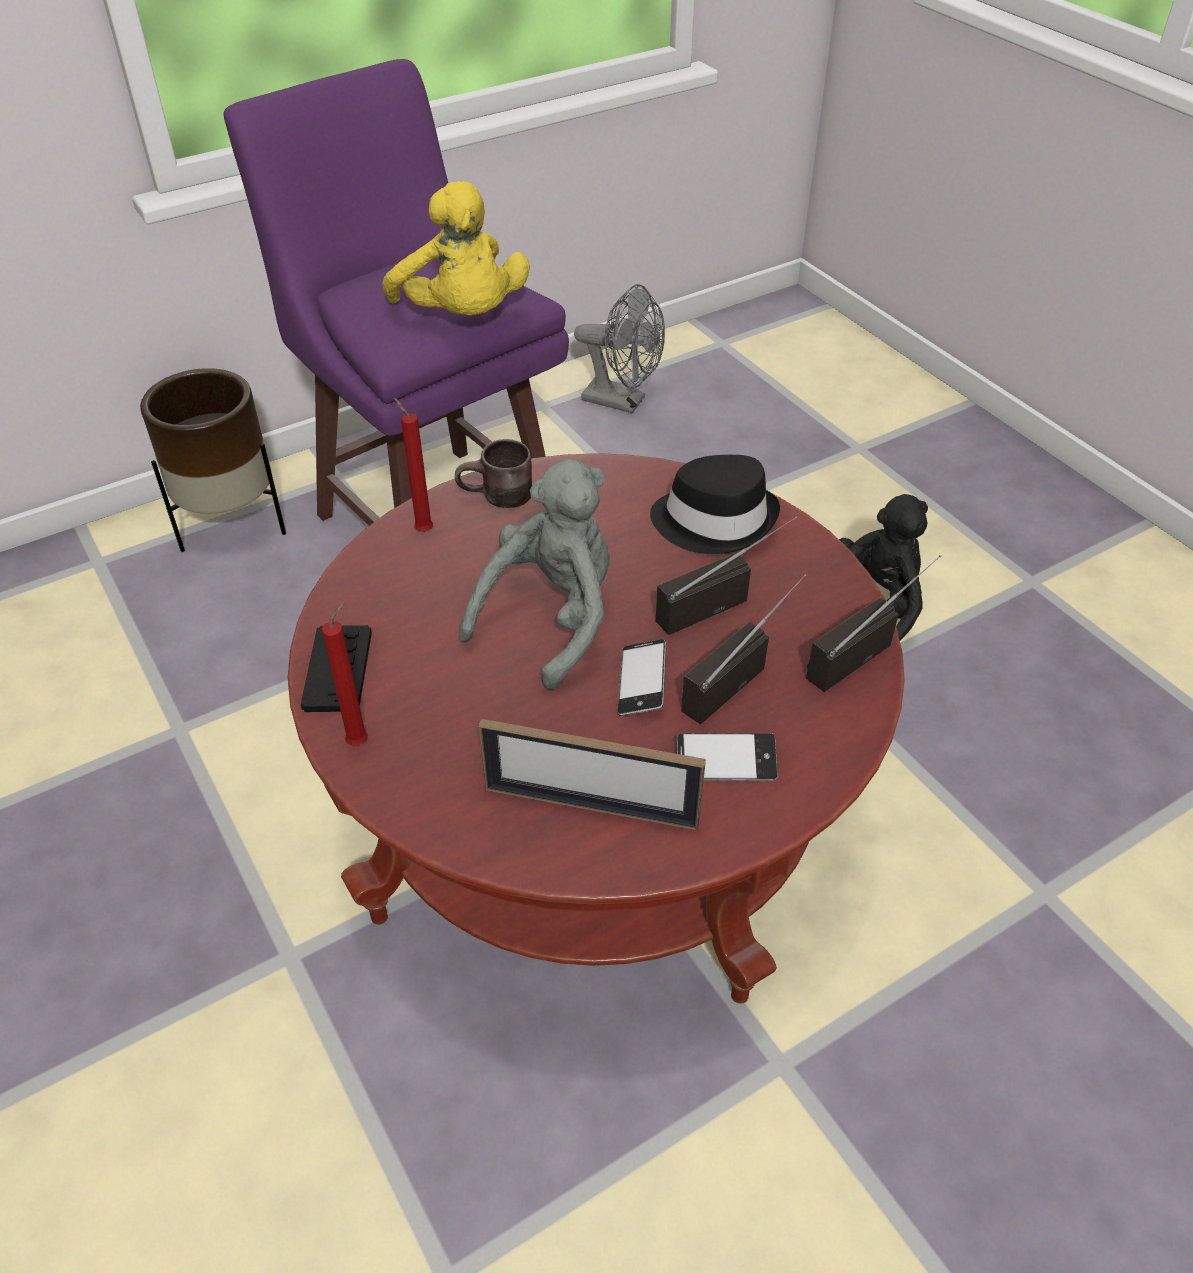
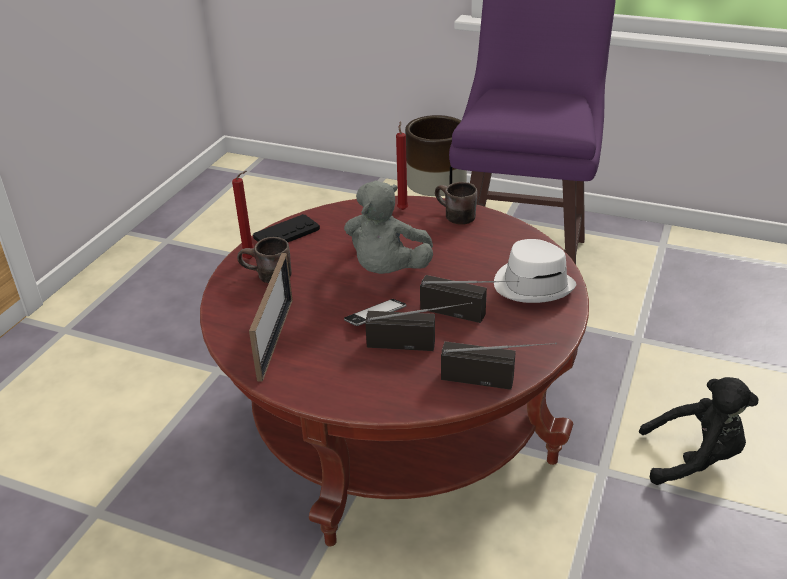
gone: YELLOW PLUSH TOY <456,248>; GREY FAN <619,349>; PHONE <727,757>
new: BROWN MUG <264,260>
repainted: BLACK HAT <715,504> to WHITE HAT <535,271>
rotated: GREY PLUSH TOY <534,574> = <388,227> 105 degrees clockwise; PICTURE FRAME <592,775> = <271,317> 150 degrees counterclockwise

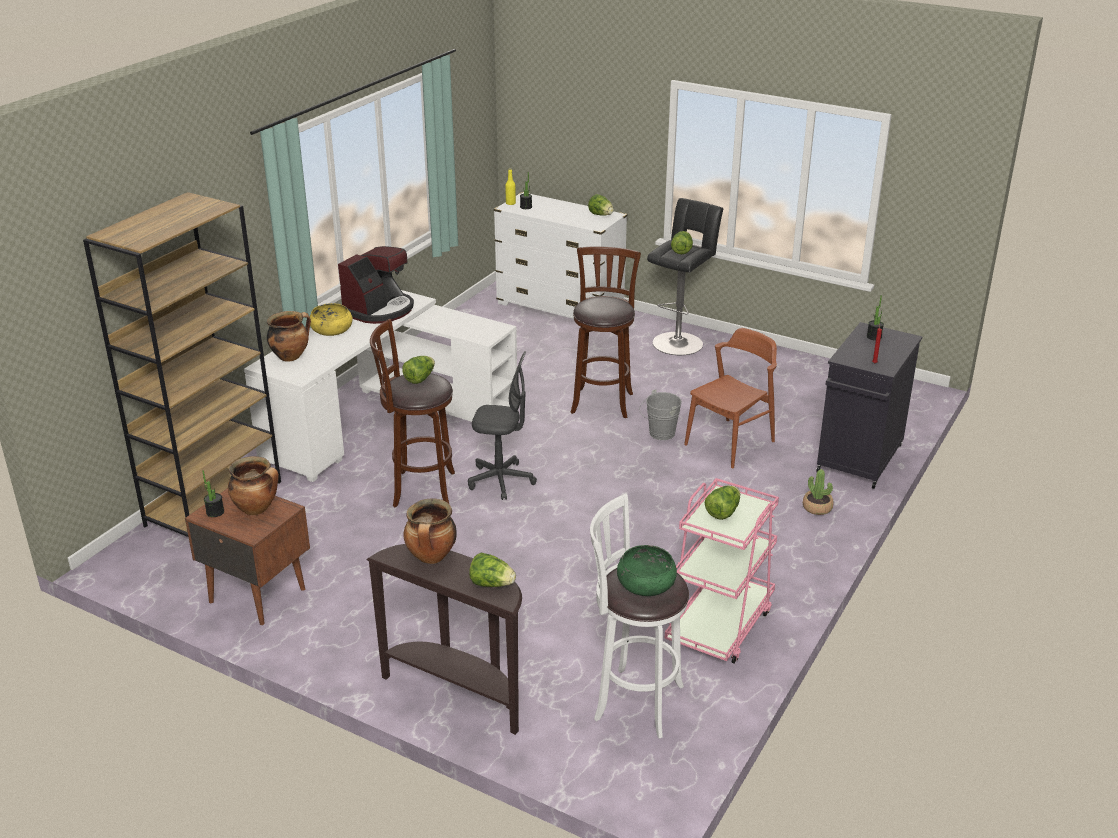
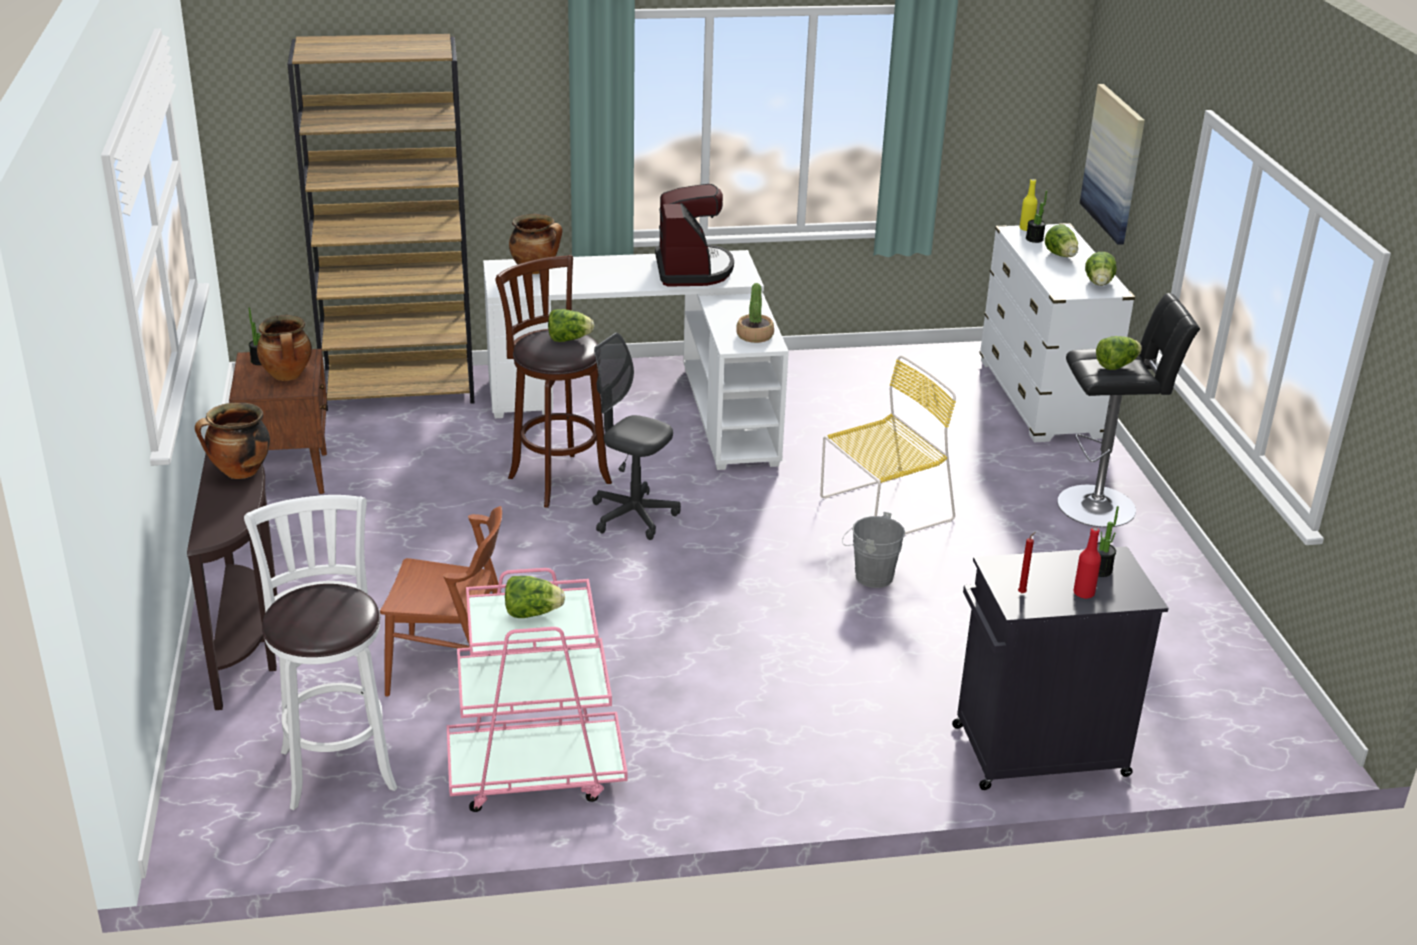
gone: YELLOW BOWL <331,319>; GREEN BOWL <647,570>
new: RED BOTTLE <1087,562>; PICTURE <1112,164>
shifted: LETTUCE <492,570> to <1061,240>; BROWN CHAIR <730,398> to <441,601>; POTTED PLANT <818,492> to <755,313>
swapped: BROWN STOOL <605,332> to YELLOW CHAIR <888,444>
rotated: COFFEE MACHINE <376,285> = <694,235> 90 degrees counterclockwise; GREY OFFICE CHAIR <502,425> = <636,436> 150 degrees clockwise

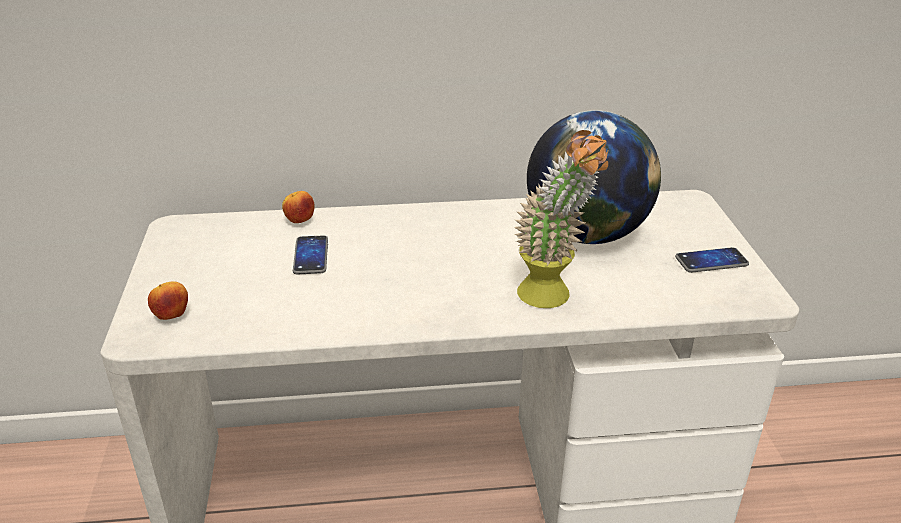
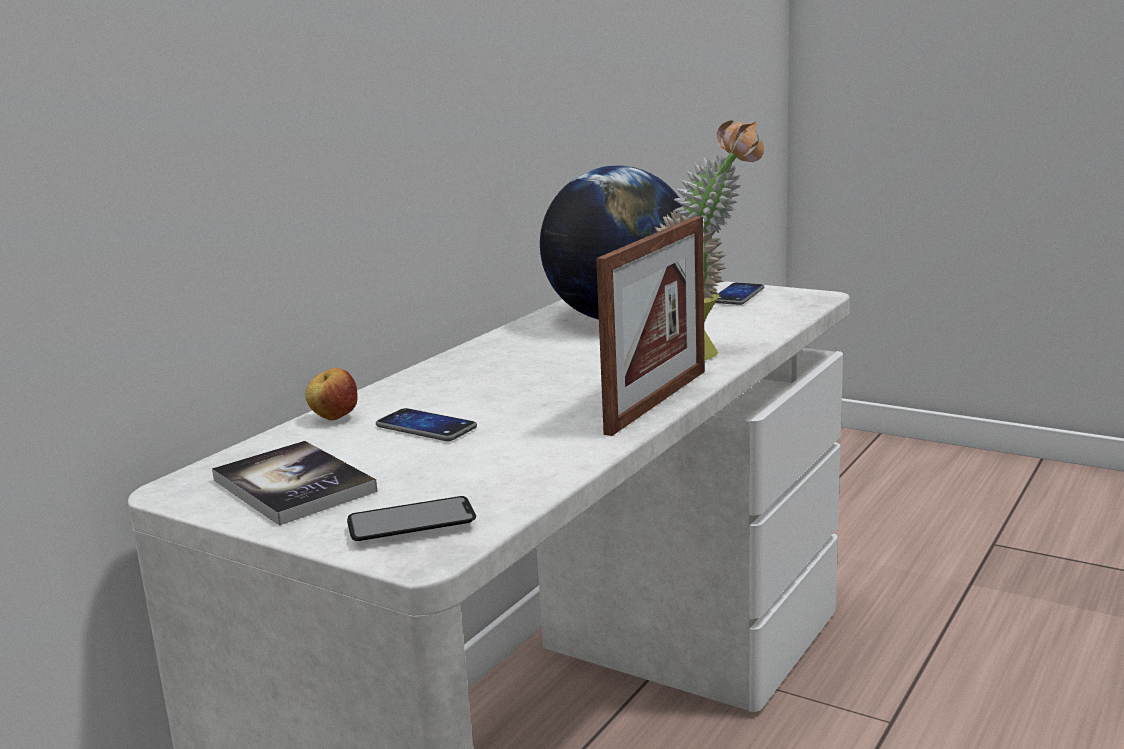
new: BOOK <295,483>; PICTURE FRAME <650,326>
swapped: APPLE <168,300> to PHONE <411,518>

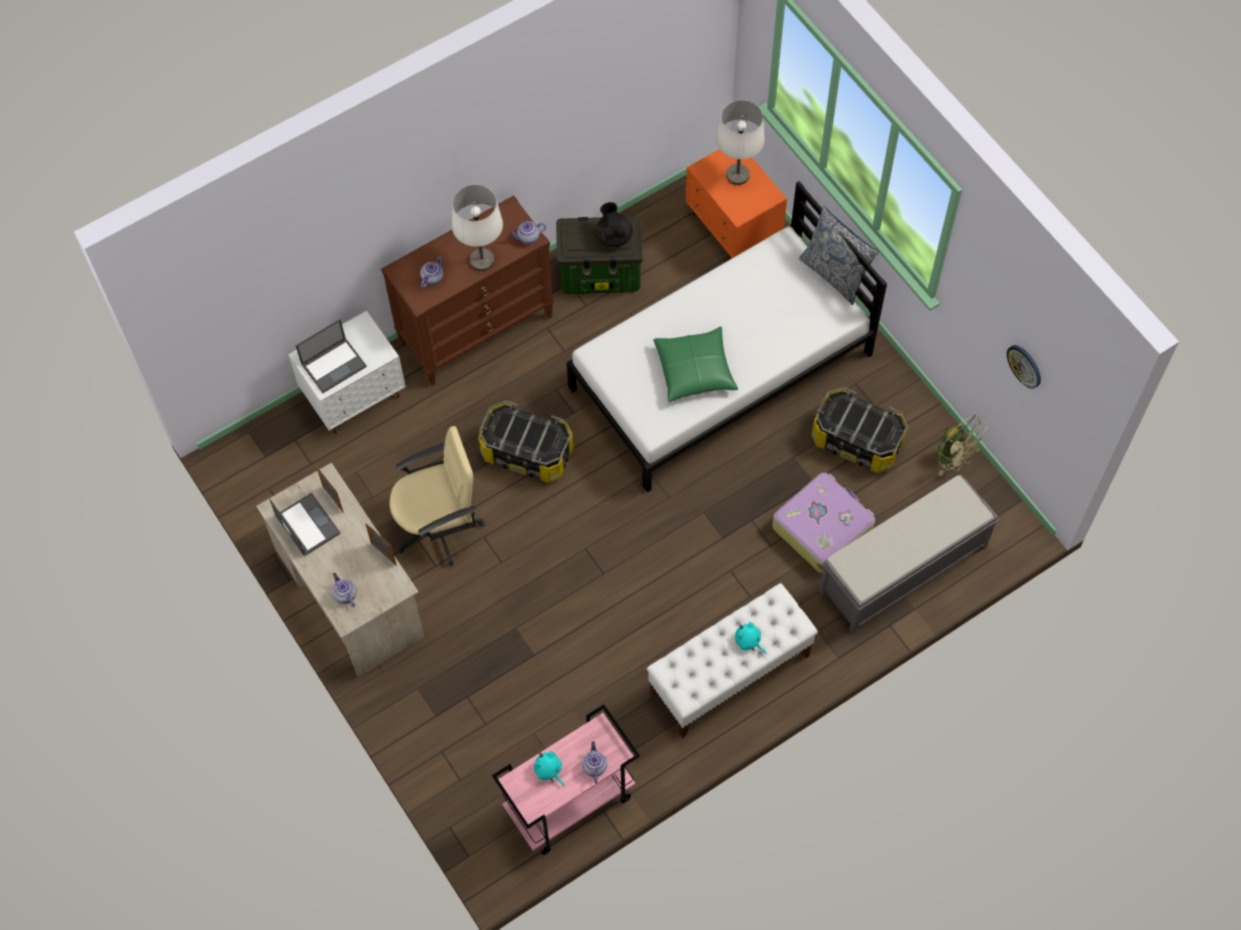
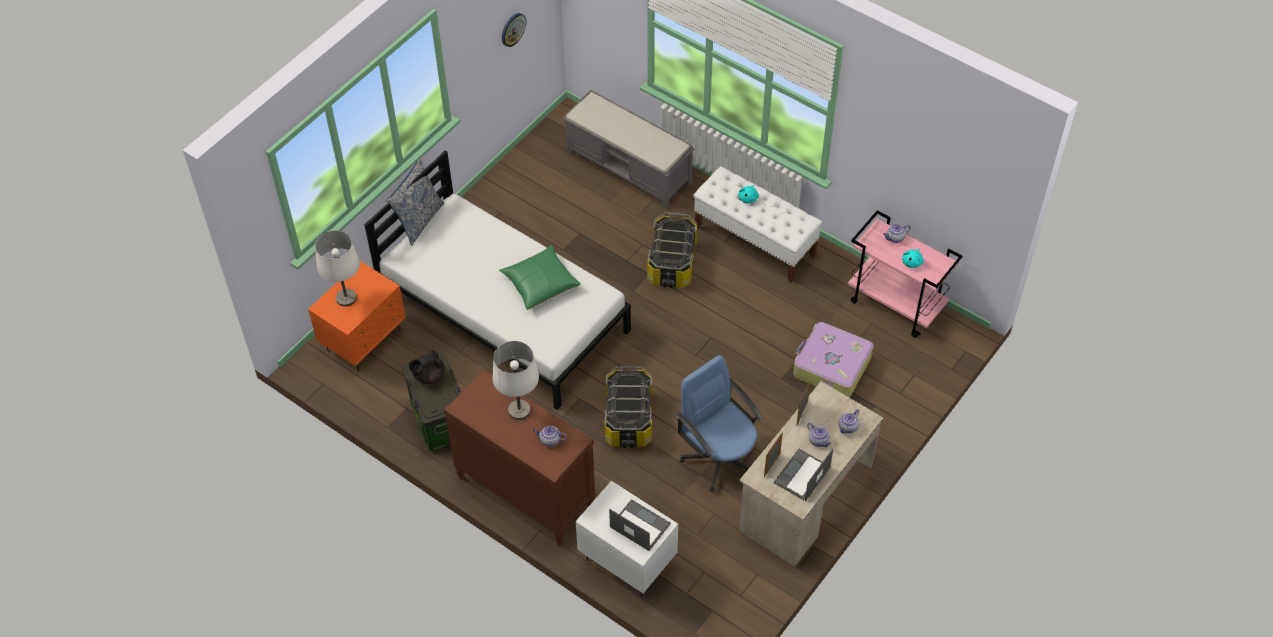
gone: GREEN FAN <961,445>
shifted: TEAPOT <528,232> to <819,435>; SUITCASE <823,523> to <833,359>; STORAGE BOX <860,430> to <672,250>
repainted: BEIGE OFFICE CHAIR <437,496> to BLUE OFFICE CHAIR <719,423>

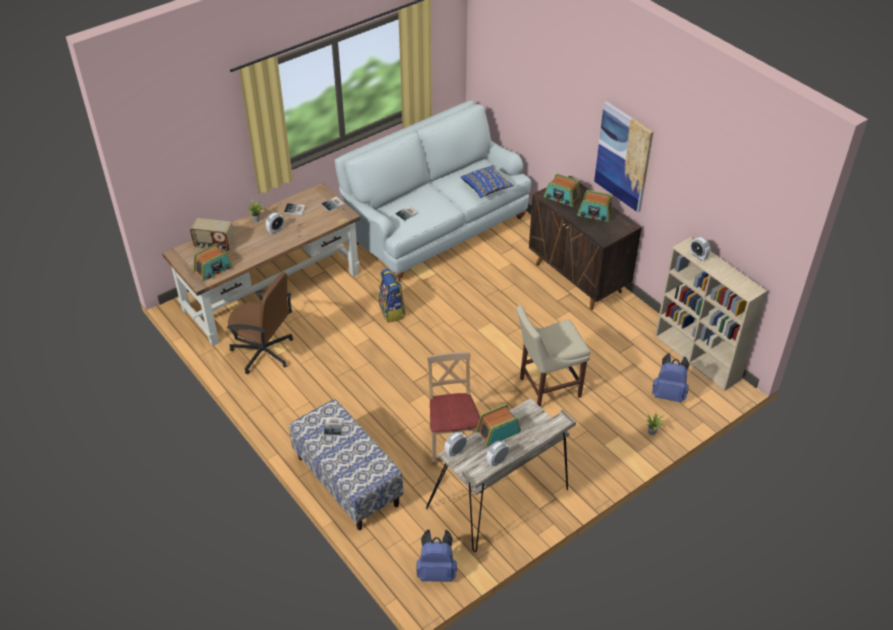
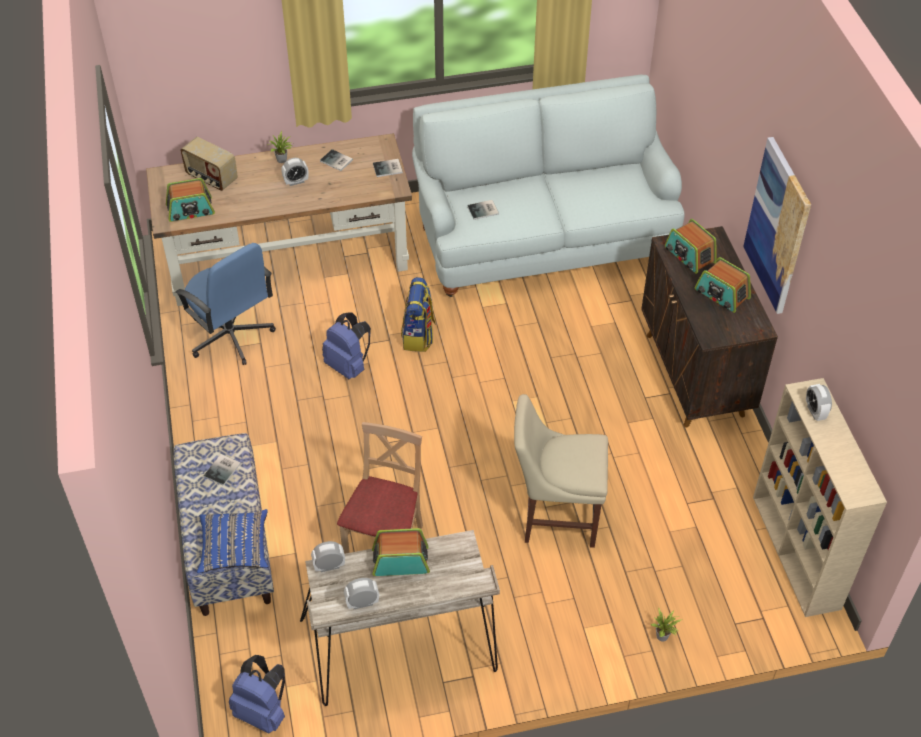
shifted: BLUE PILLOW <487,181> to <232,541>; BLUE BACKPACK <670,377> to <346,345>
repainted: BROWN OFFICE CHAIR <260,323> to BLUE OFFICE CHAIR <225,304>

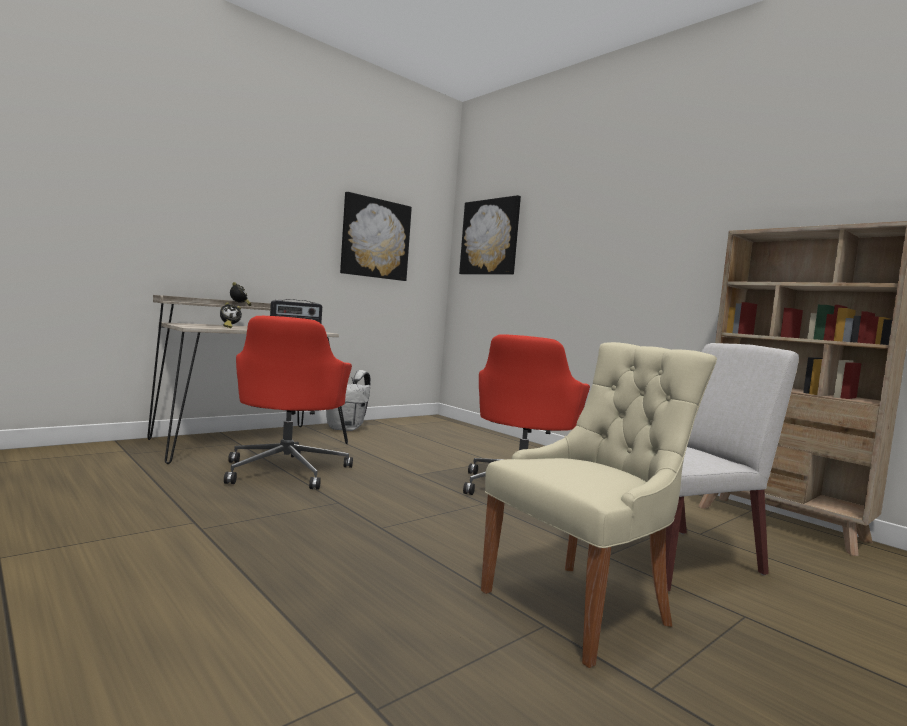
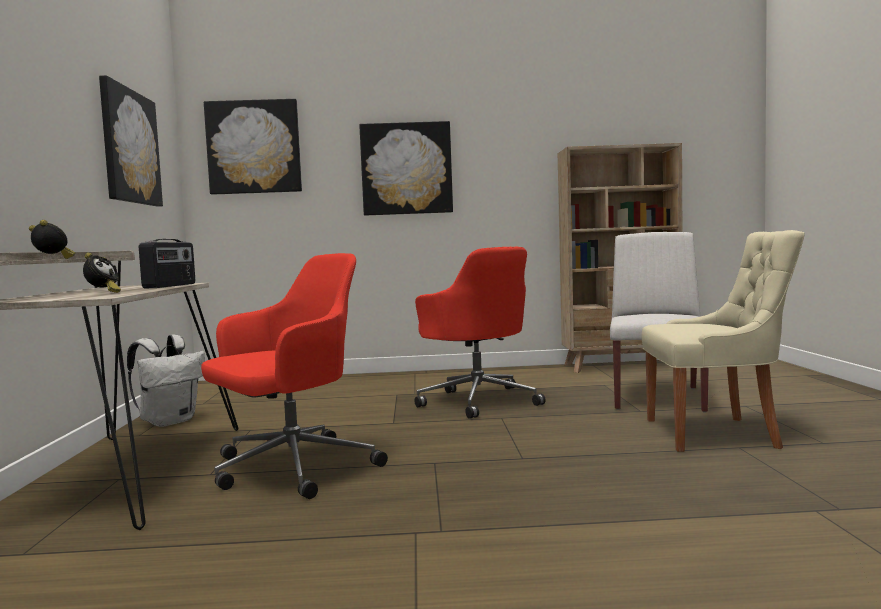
new: PICTURE <406,168>
rotated: RED OFFICE CHAIR <288,402> = <294,376> 75 degrees counterclockwise; BEIGE CHAIR <599,505> = <723,341> 90 degrees clockwise

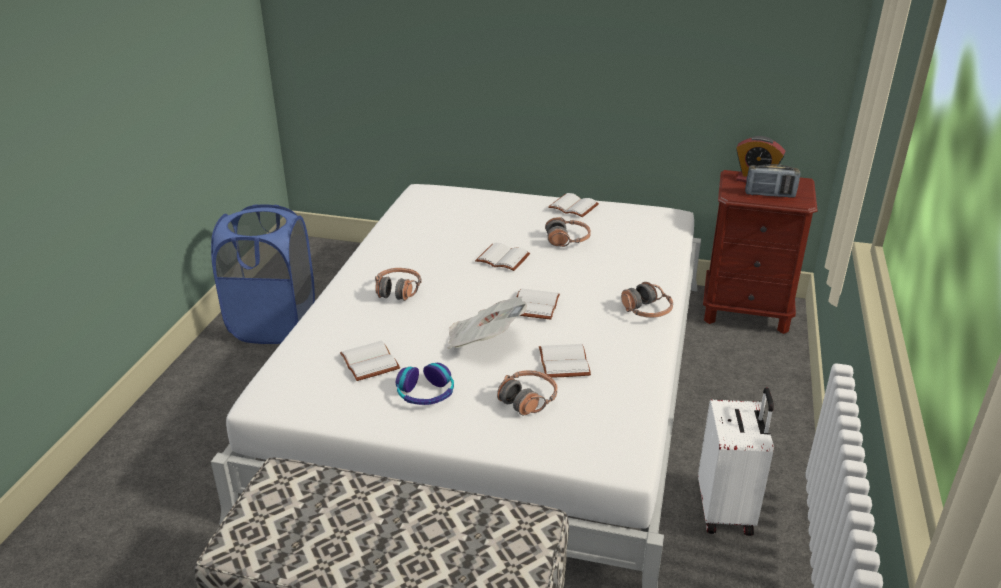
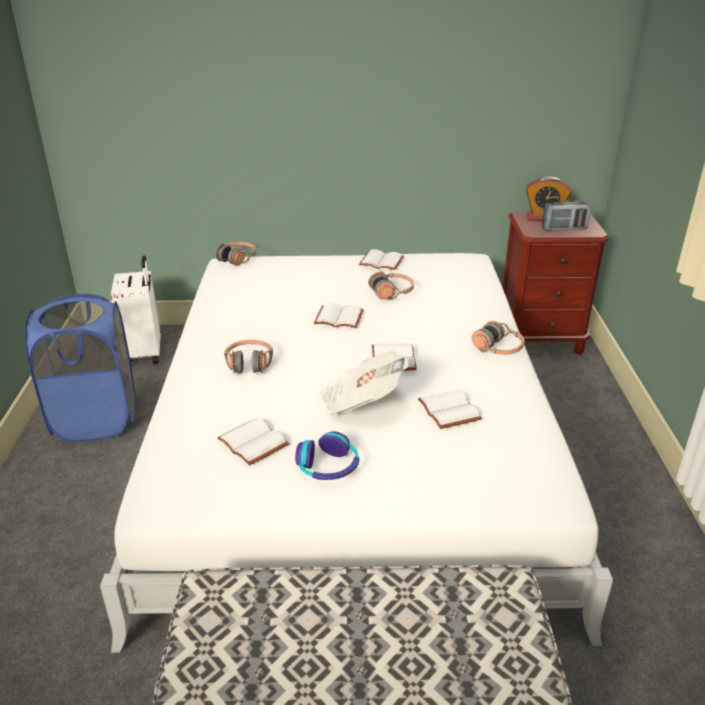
shifted: HEADPHONES <527,392> to <236,254>; WHITE SUITCASE <736,462> to <136,310>

